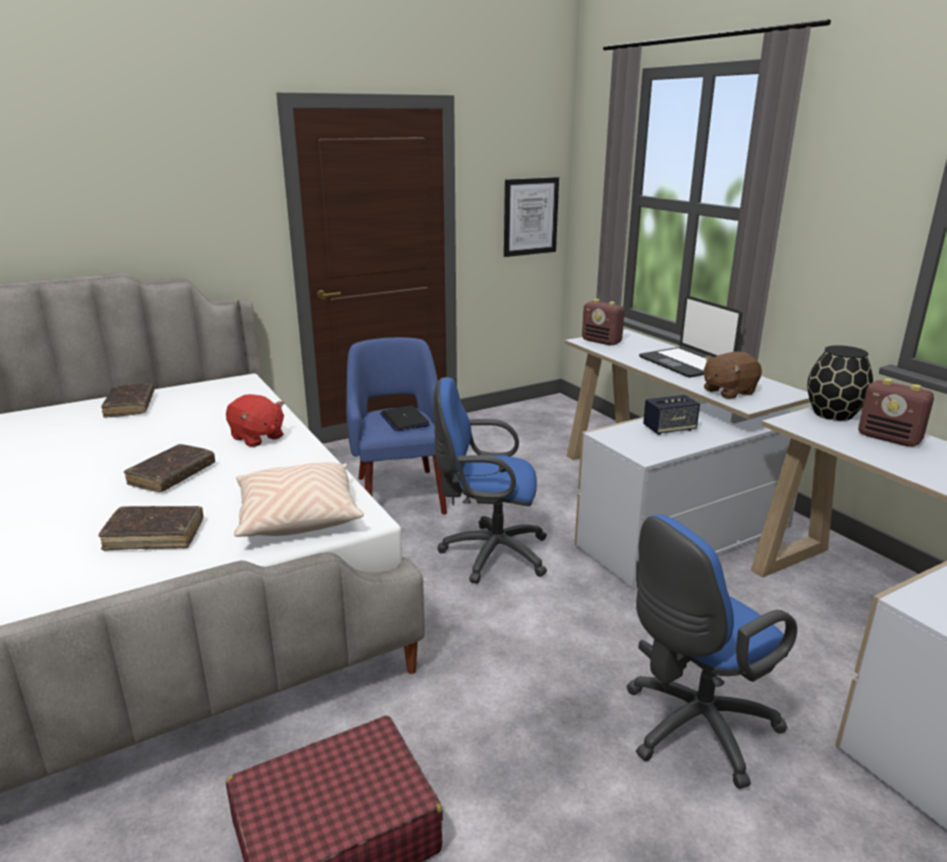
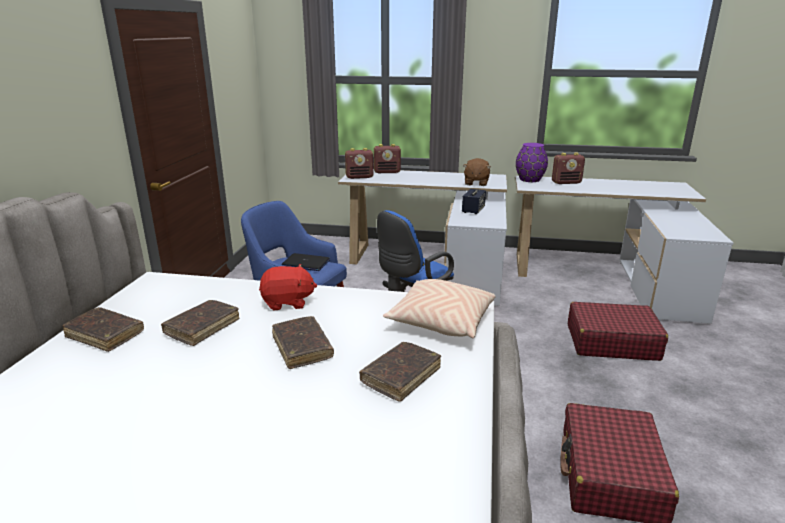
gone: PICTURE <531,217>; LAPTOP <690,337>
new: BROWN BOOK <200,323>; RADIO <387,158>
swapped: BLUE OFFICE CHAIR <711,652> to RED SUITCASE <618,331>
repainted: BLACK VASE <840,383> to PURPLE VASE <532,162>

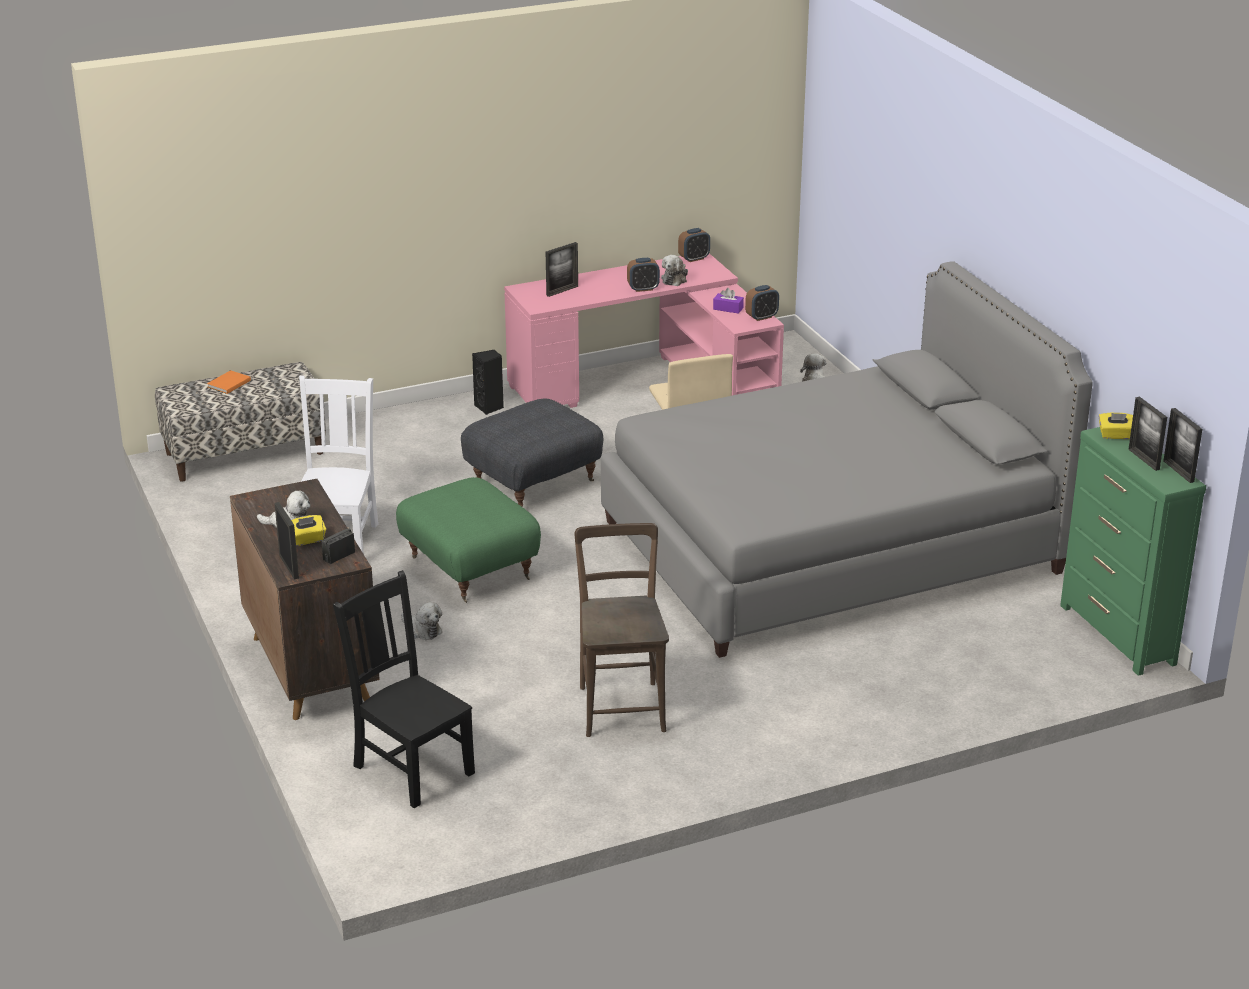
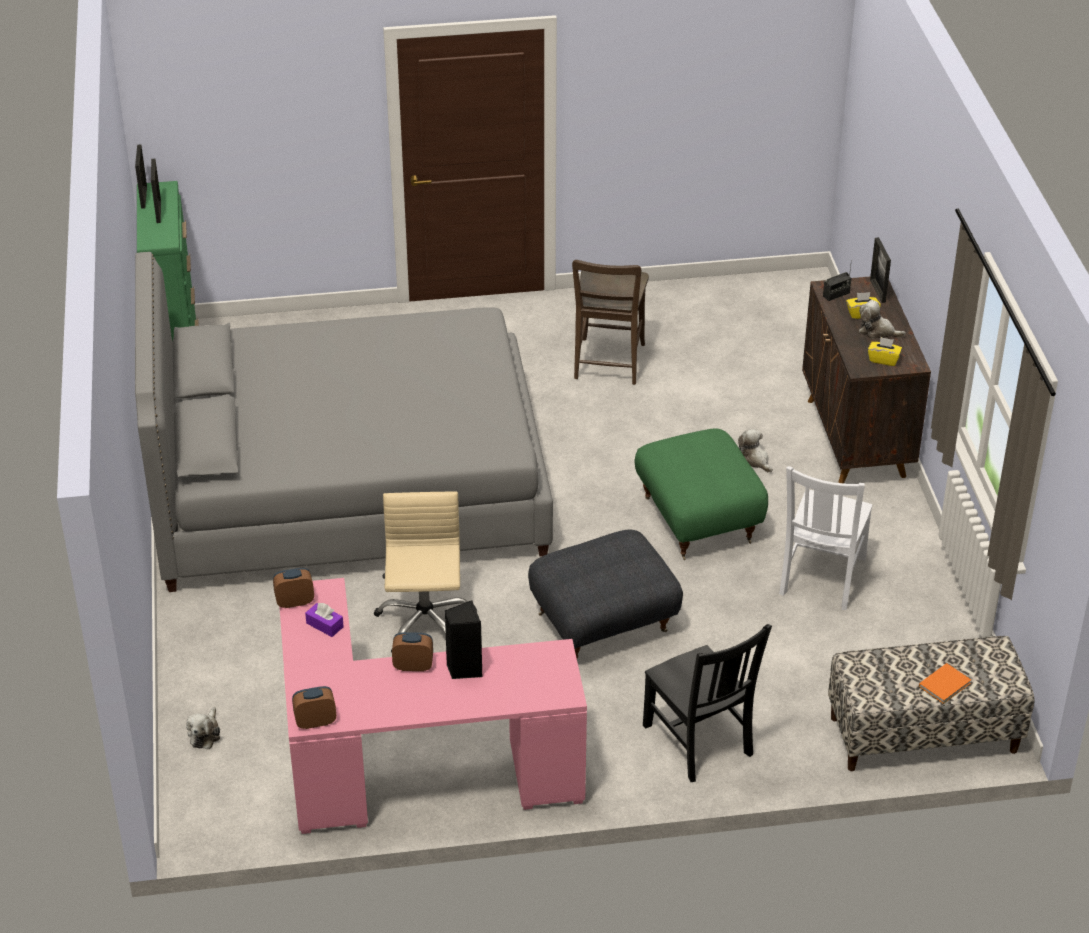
gone: PICTURE FRAME <562,269>; PLUSH TOY <674,270>
shifted: BLACK CHAIR <404,689> to <707,703>; BLACK SPEAKER <488,382> to <463,640>; YELLOW TISSUE BOX <1116,425> to <885,351>

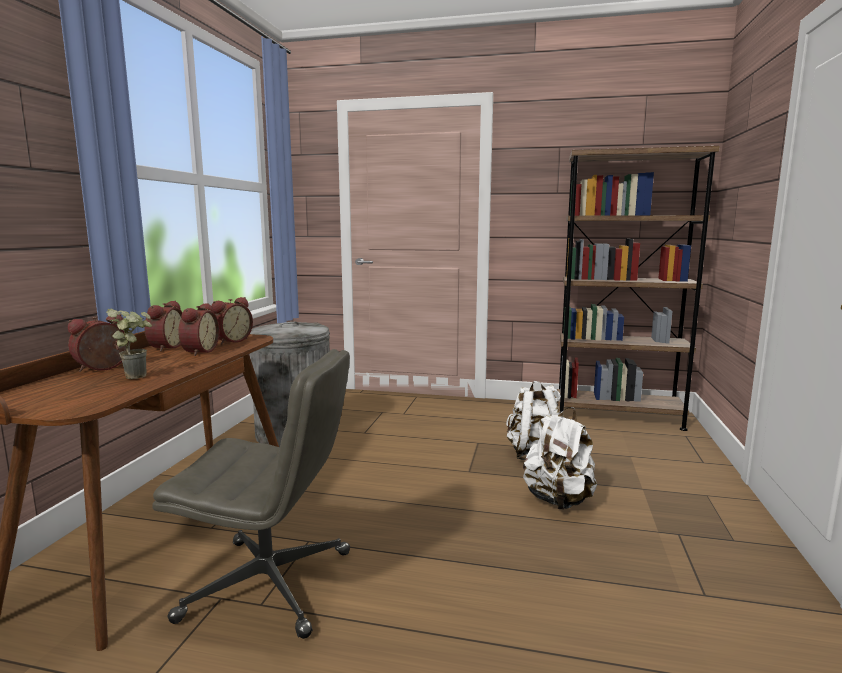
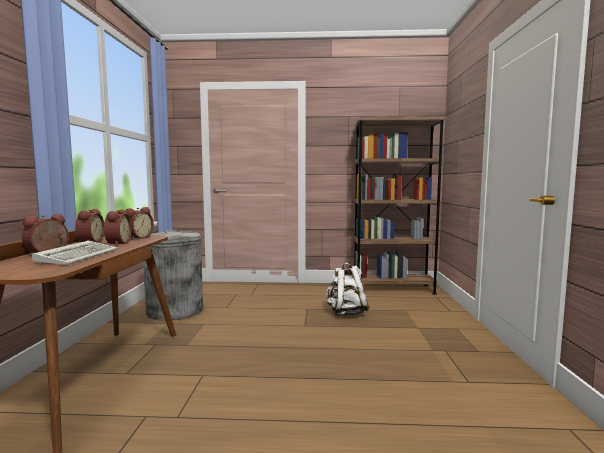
gone: GREY OFFICE CHAIR <251,494>; WHITE BACKPACK <560,458>
swapped: POTTED PLANT <129,344> to KEYBOARD <75,253>

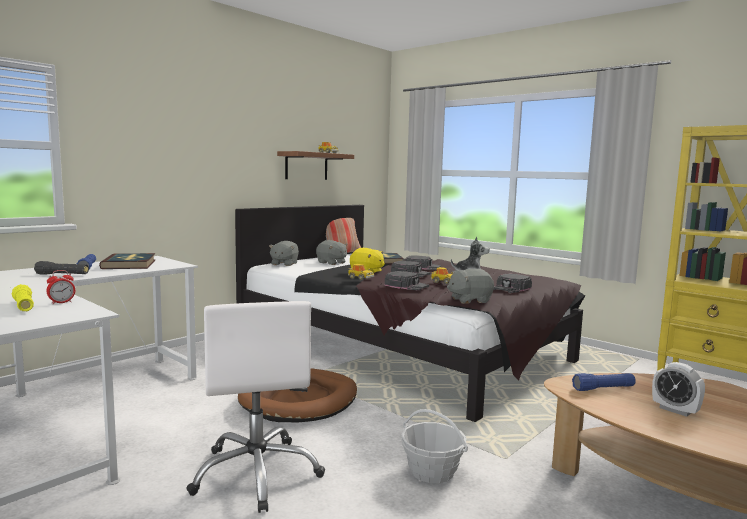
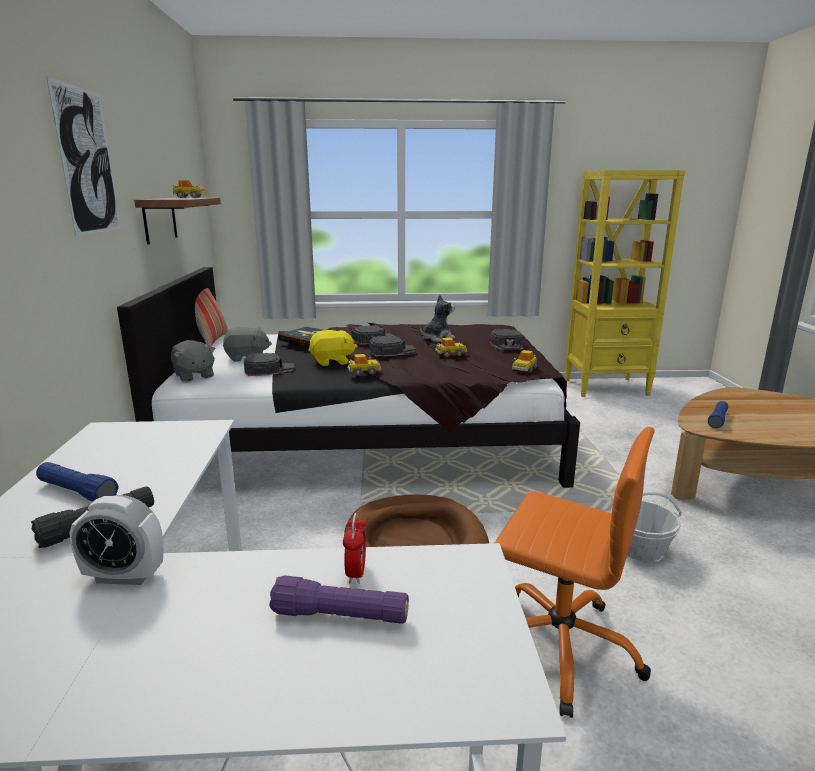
gone: BOOK <127,261>
new: PICTURE <83,156>
shifted: BLACK CAP <407,280> to <269,364>; ALARM CLOCK <678,389> to <116,540>
swapped: GREY PLUSH TOY <470,286> to TOY CAR <524,361>
repainted: YELLOW FLASHLIGHT <23,297> to PURPLE FLASHLIGHT <339,600>; WHITE OFFICE CHAIR <255,407> to ORANGE OFFICE CHAIR <575,572>

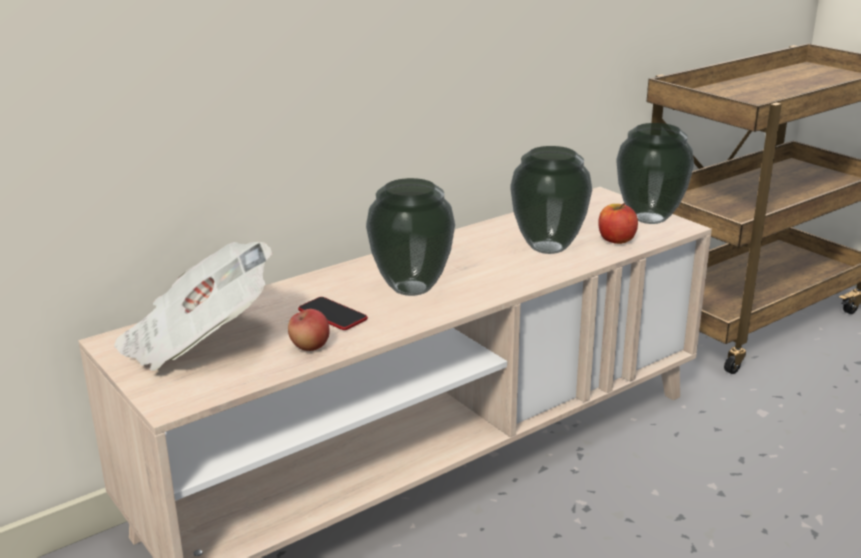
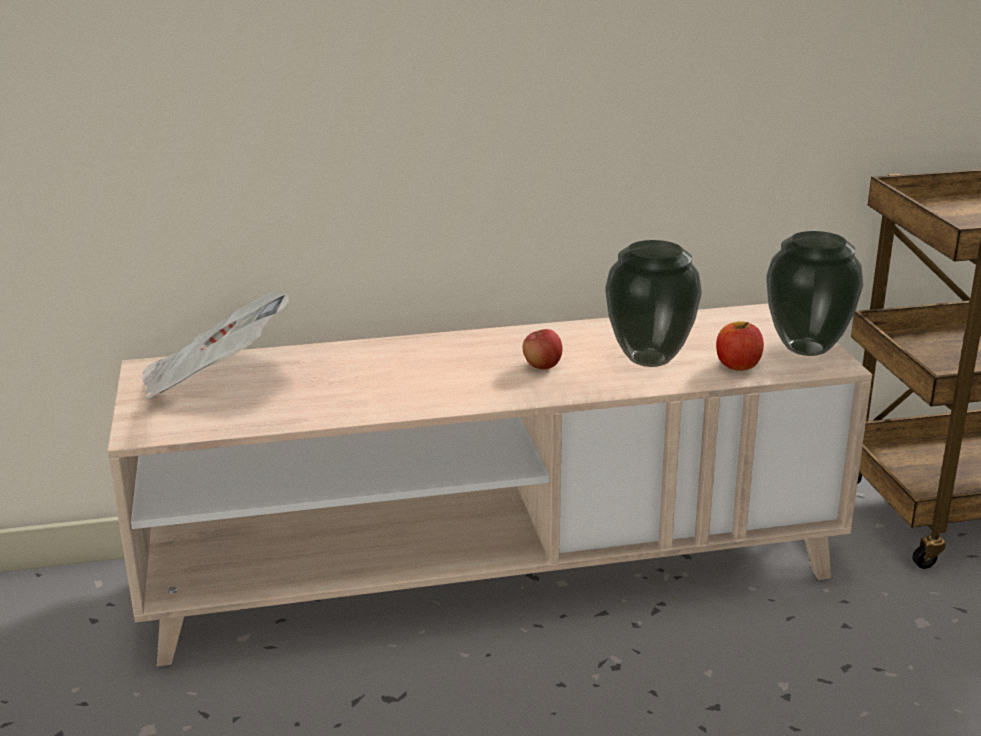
gone: PHONE <333,313>; VASE <410,237>
shifted: APPLE <309,330> to <542,349>

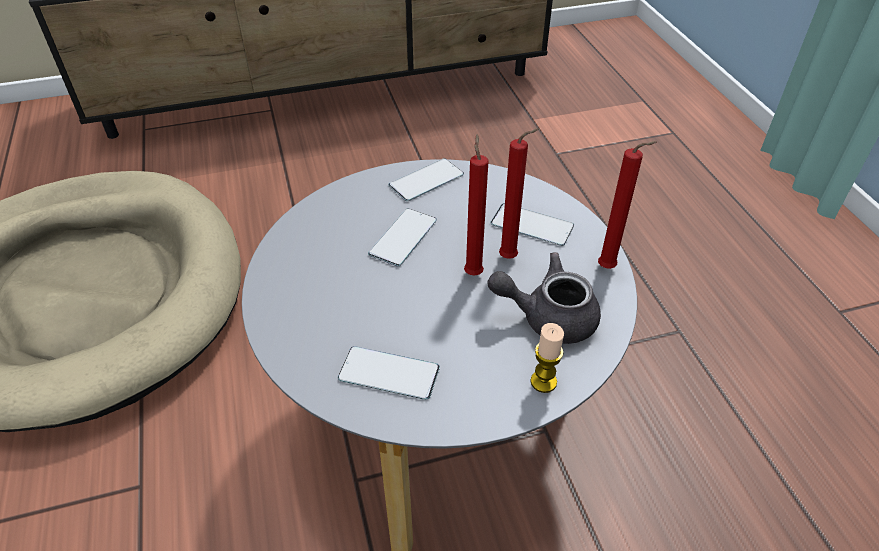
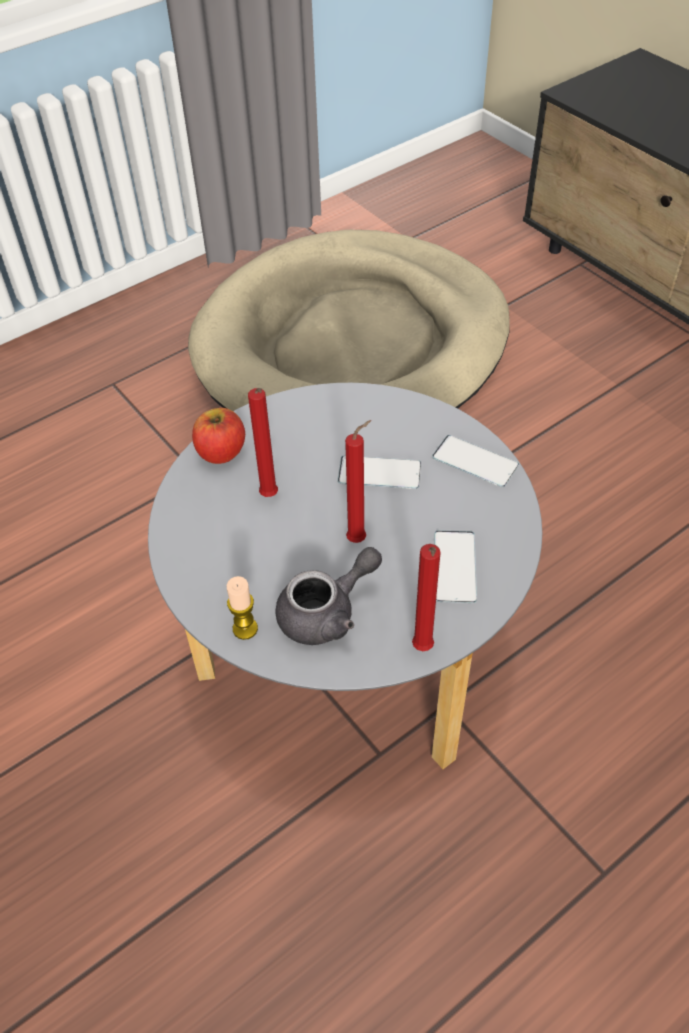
gone: PHONE <389,373>
new: APPLE <218,436>
shifted: RED CANDLE <519,193> to <263,442>
rotated: GREY TEAPOT <544,298> = <329,596> 75 degrees clockwise

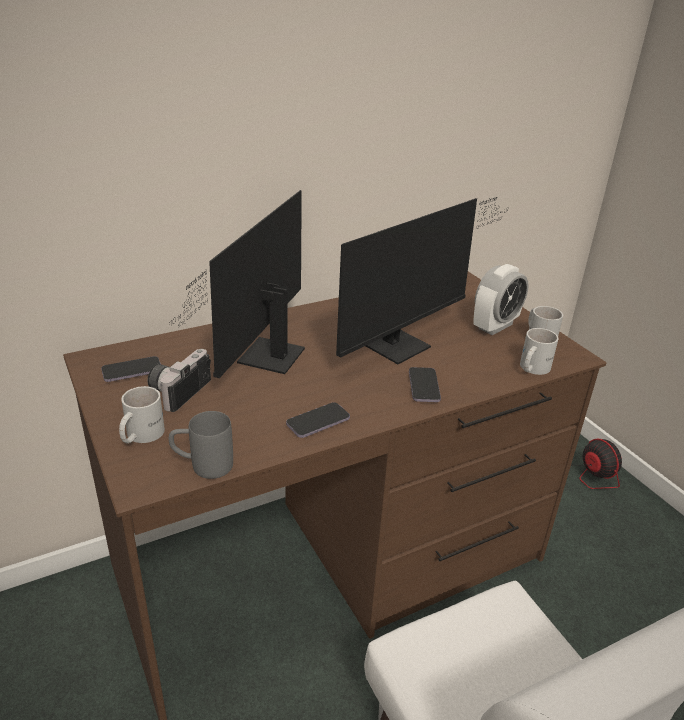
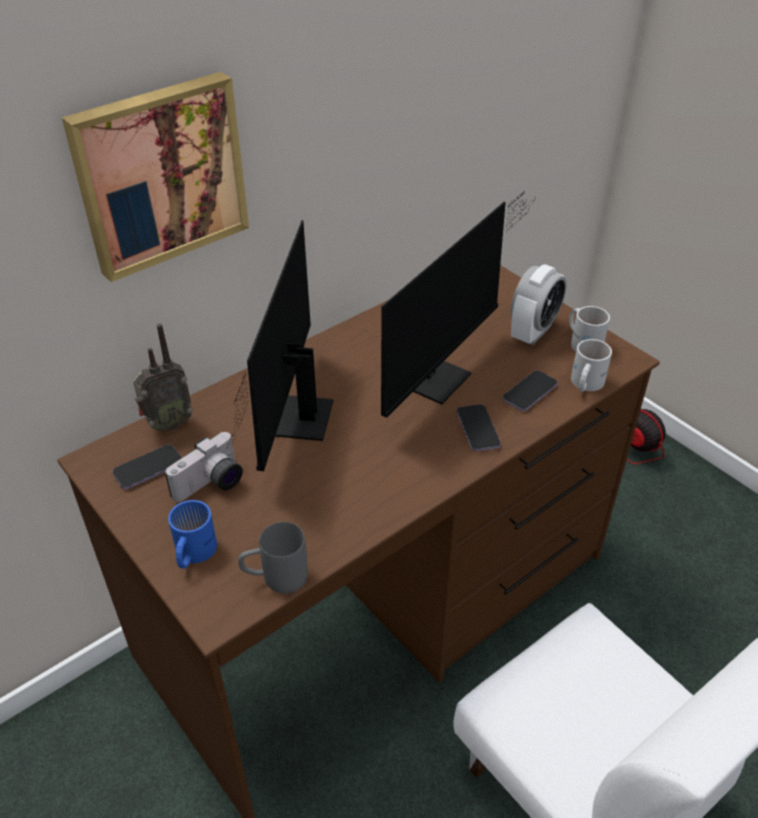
new: PICTURE <155,177>; RADIO <163,377>
shifted: PHONE <318,420> to <530,390>
repainted: WHITE MUG <142,415> to BLUE MUG <192,534>
rotated: PHOTO CAMERA <179,380> = <204,467> 150 degrees counterclockwise

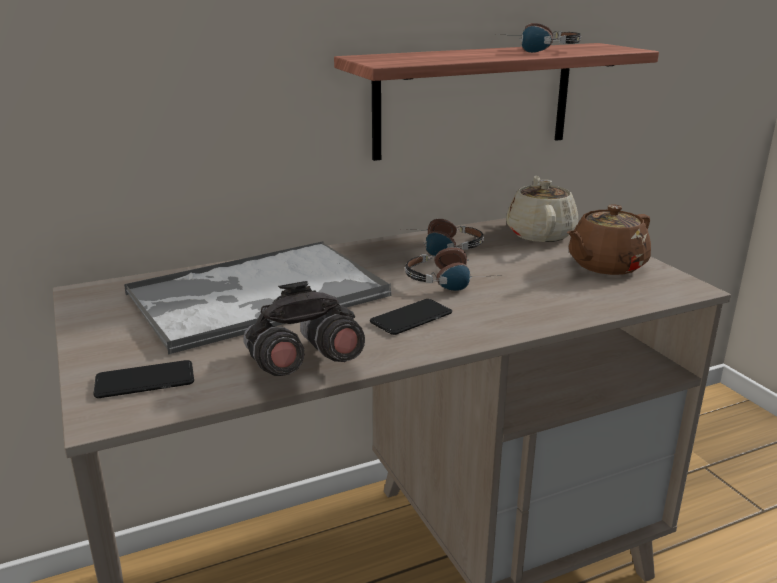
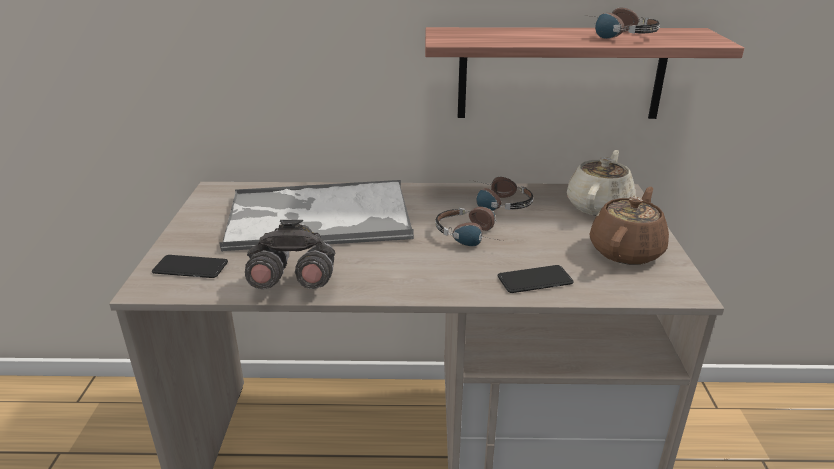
shifted: PHONE <411,317> to <536,279>
rotated: BROWN TEAPOT <609,239> = <629,226> 135 degrees clockwise

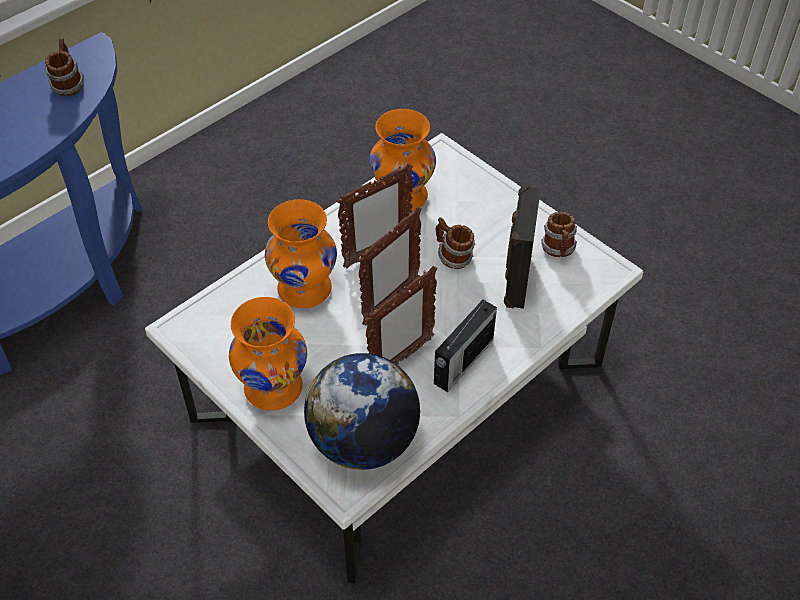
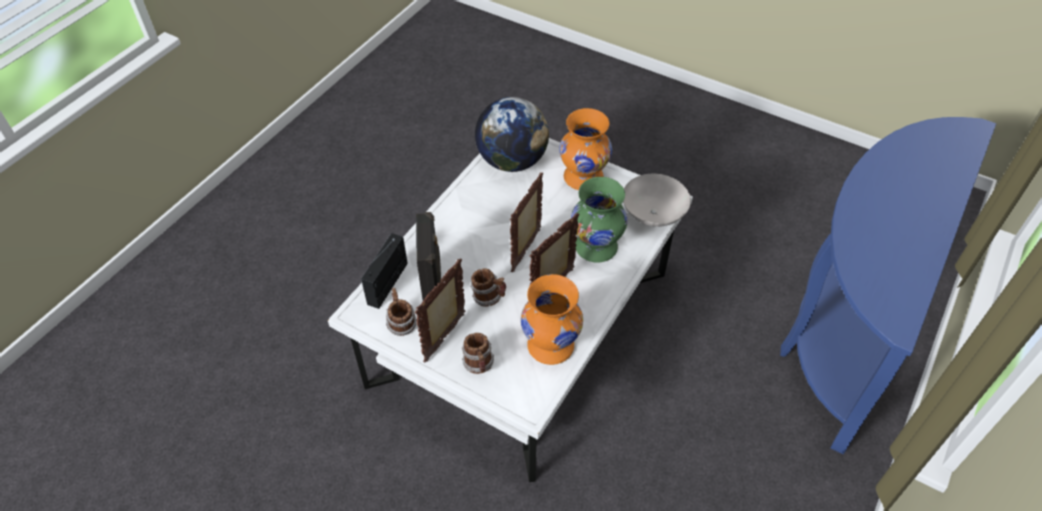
new: WHITE BOWL <657,200>
shifted: MUG <64,67> to <478,353>; PICTURE FRAME <401,315> to <440,310>; RADIO <465,346> to <384,271>
repainted: ORANGE VASE <301,253> to GREEN VASE <599,220>

